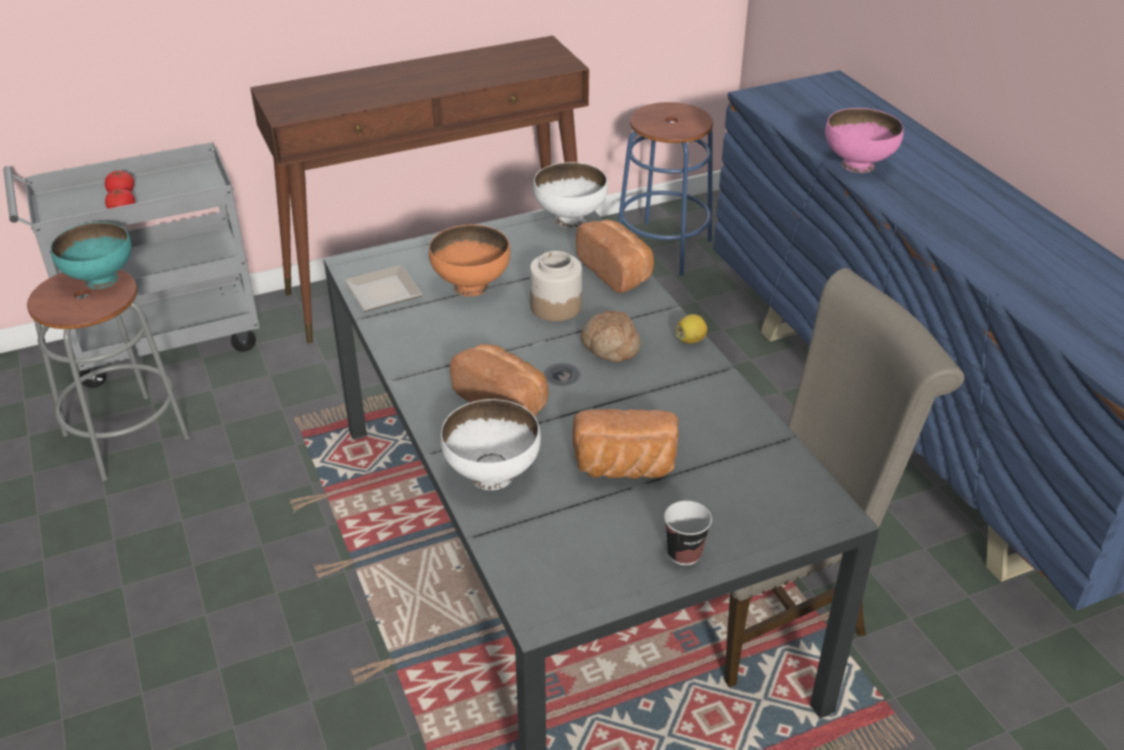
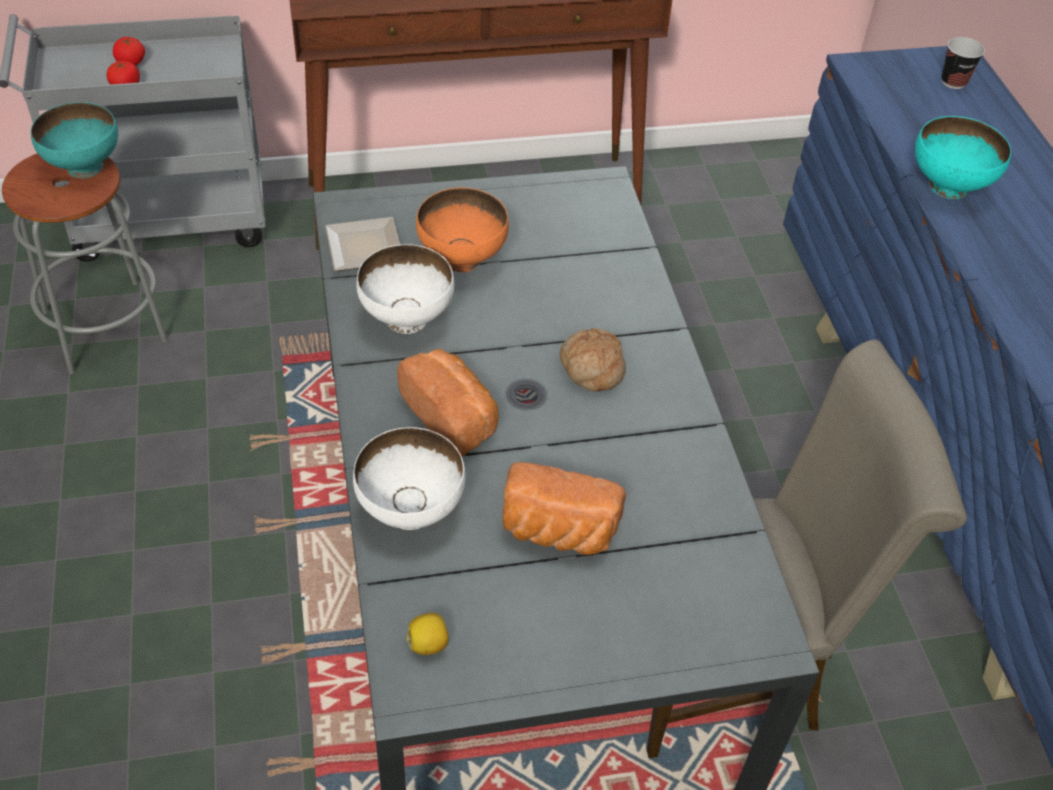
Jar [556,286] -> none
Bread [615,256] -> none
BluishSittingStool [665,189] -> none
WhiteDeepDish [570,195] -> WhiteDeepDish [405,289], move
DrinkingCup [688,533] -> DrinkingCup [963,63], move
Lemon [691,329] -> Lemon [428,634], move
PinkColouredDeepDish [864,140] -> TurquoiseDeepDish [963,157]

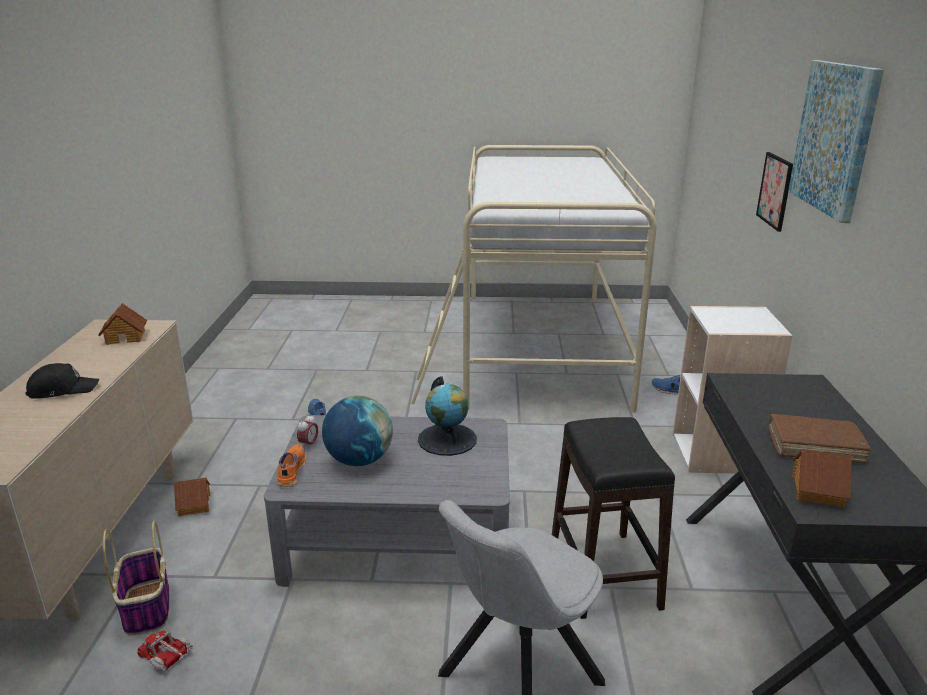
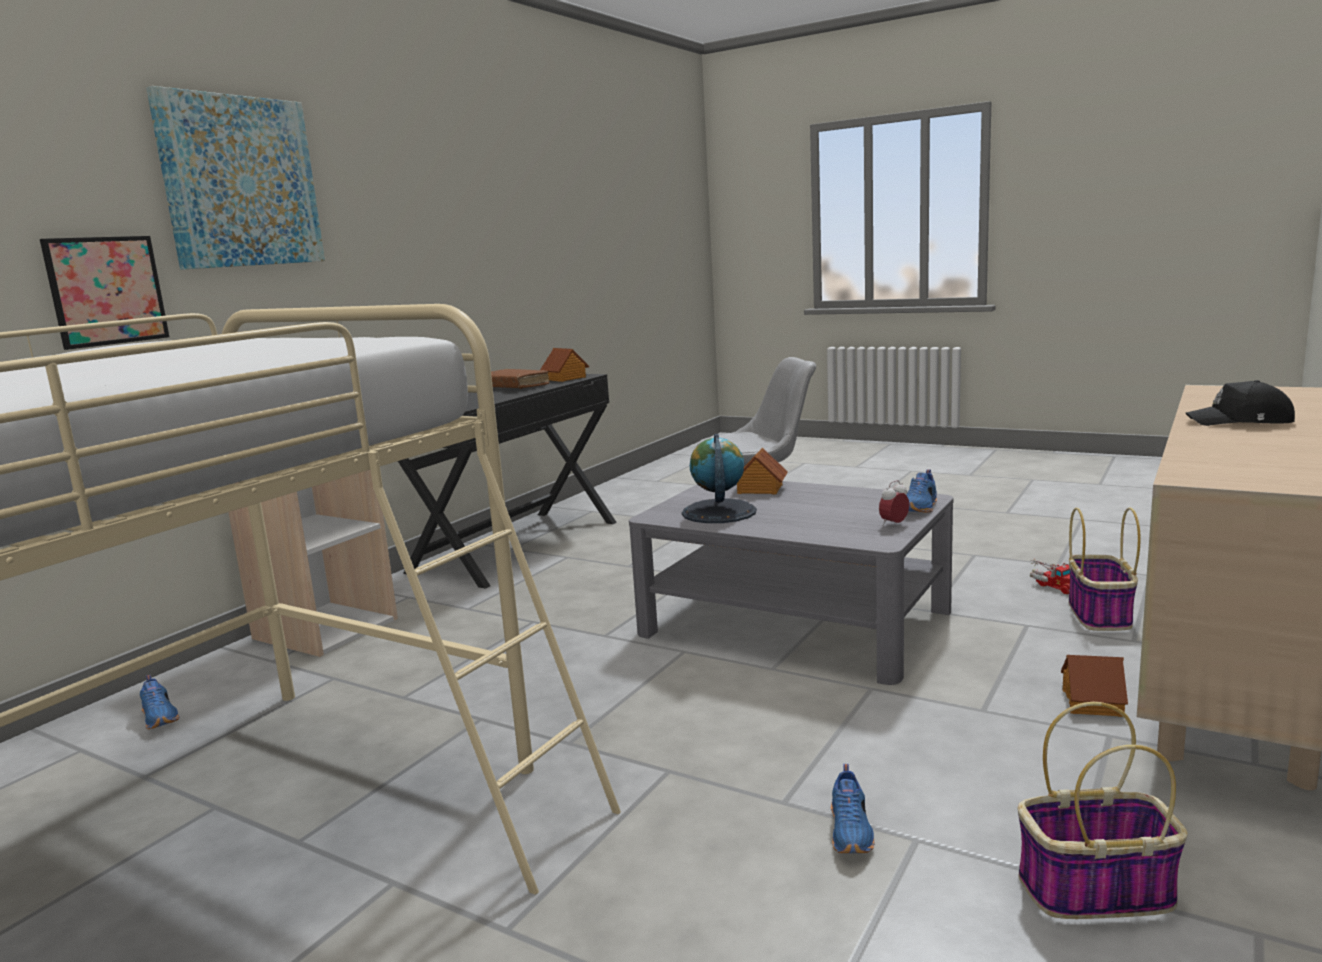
DeskGlobe [357,431] -> none
BlackishSittingStool [613,518] -> none
none -> StorageBasket [1103,810]
ToyHouse [122,324] -> ToyHouse [762,471], move
OrangeShoe [291,465] -> BluishShoe [921,491]

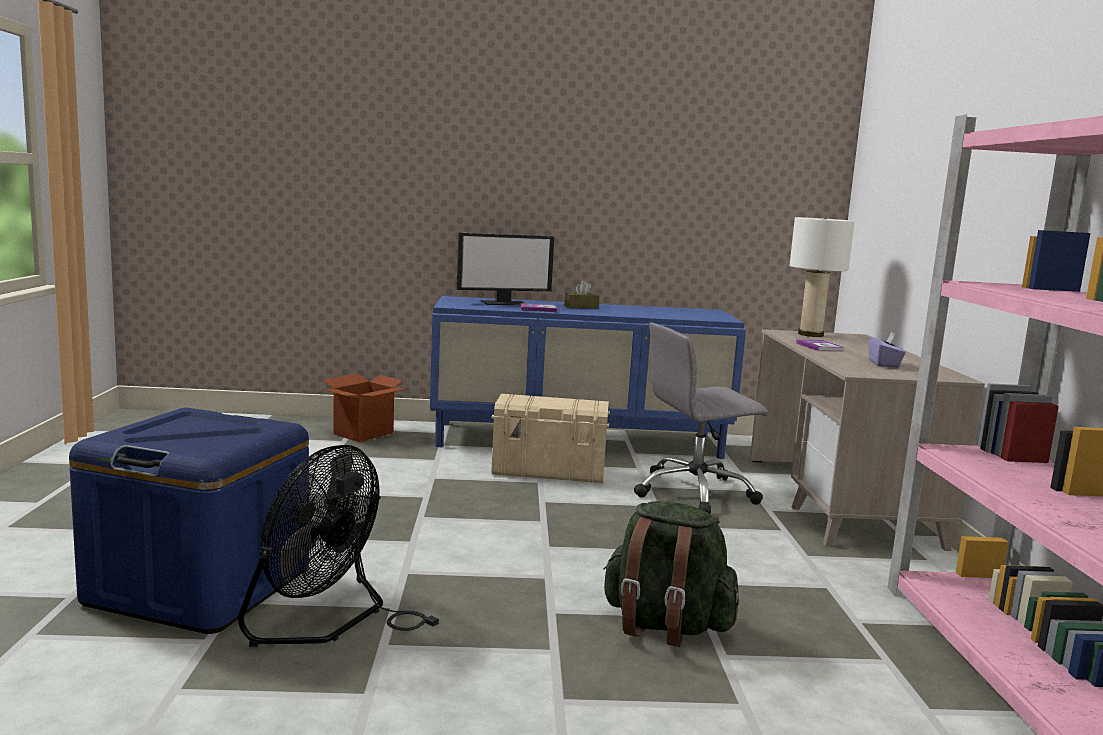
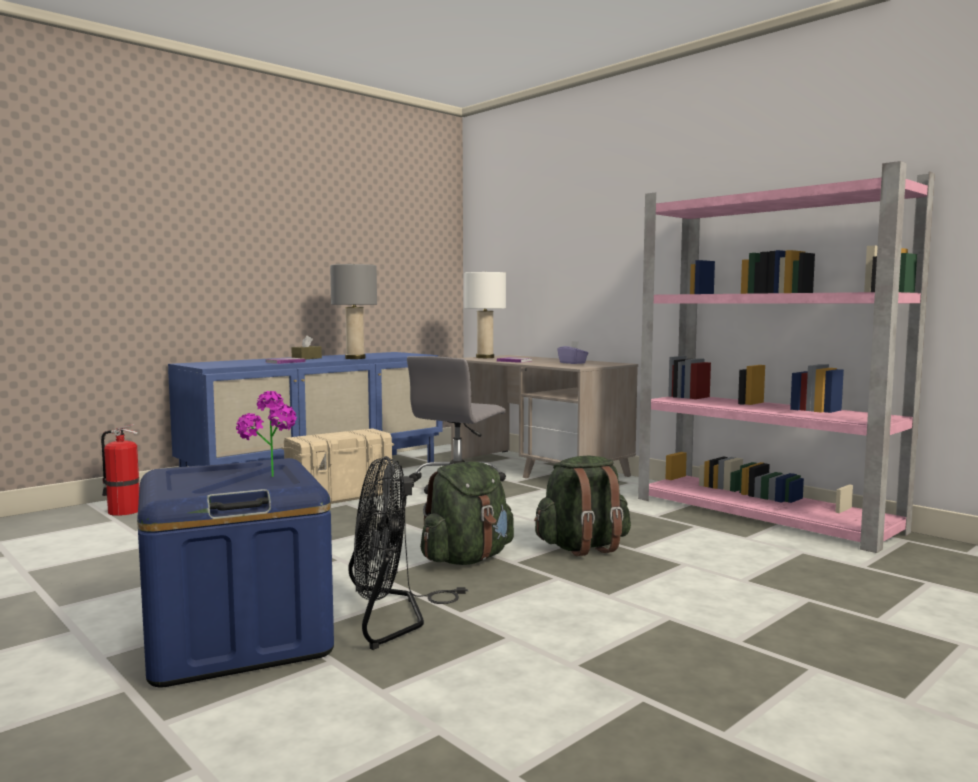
Monitor [505,269] -> none
none -> PottedPlant [266,434]
none -> GrayLampForATable [353,311]
none -> GreenColouredBackpack [467,513]
Carton [364,408] -> FireFightingCylinder [120,470]

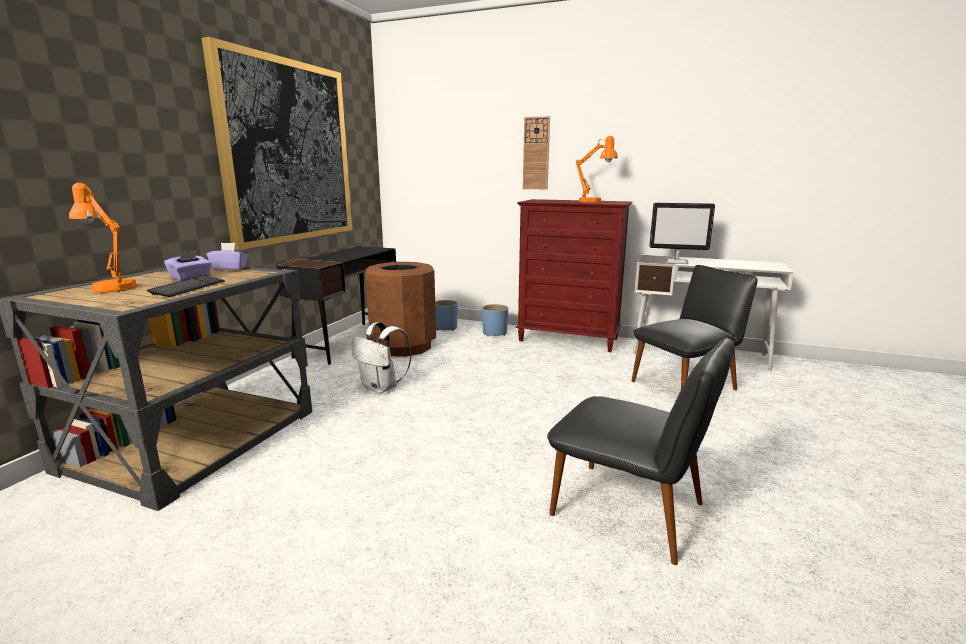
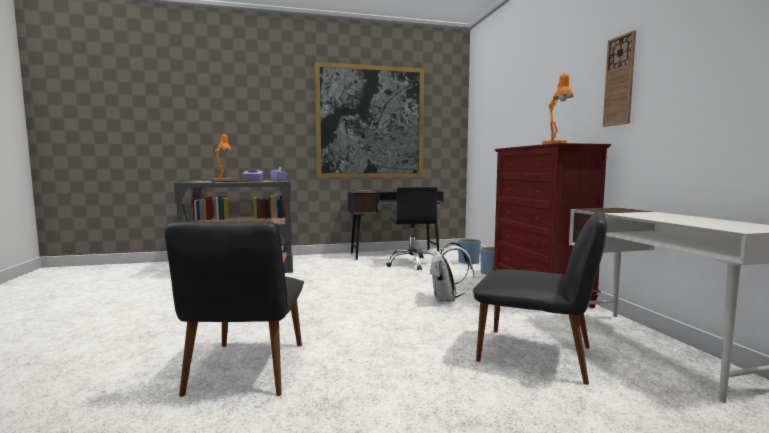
Monitor [682,233] -> none
WhiteBackpack [382,357] -> WhiteBackpack [452,272], move
ClockOnTheWall [536,152] -> ClockOnTheWall [619,78], move
BrownColouredWasteBin [400,309] -> BlackishDeskChair [412,228]

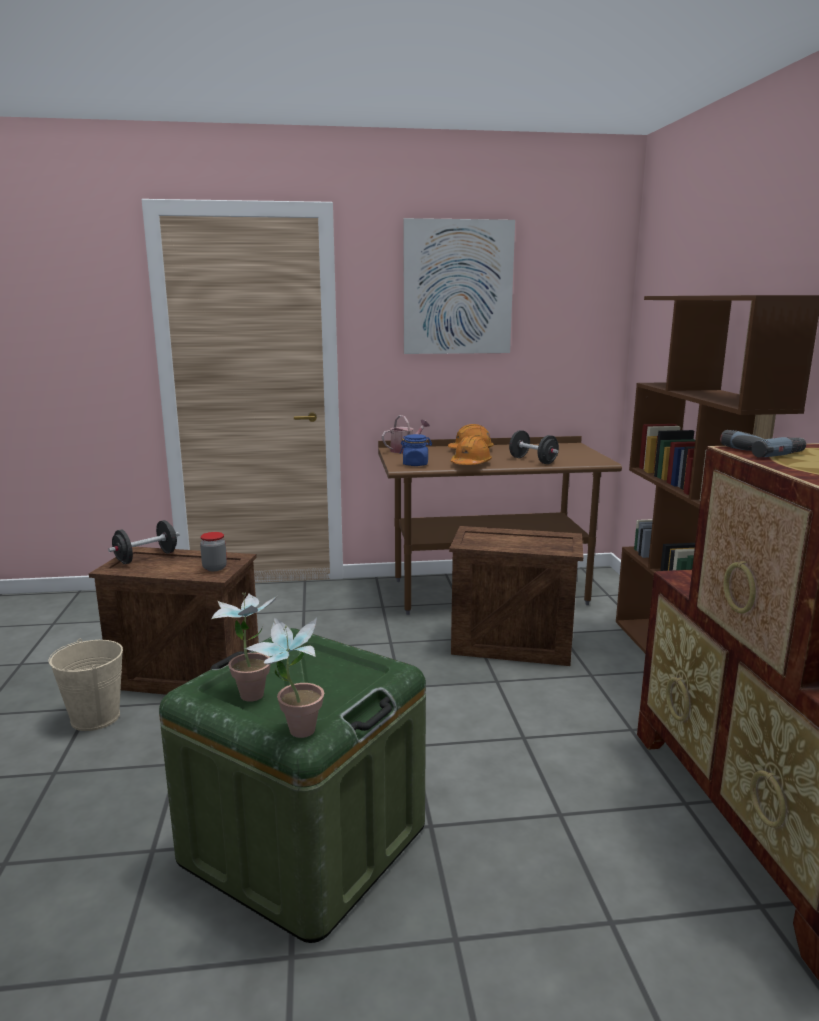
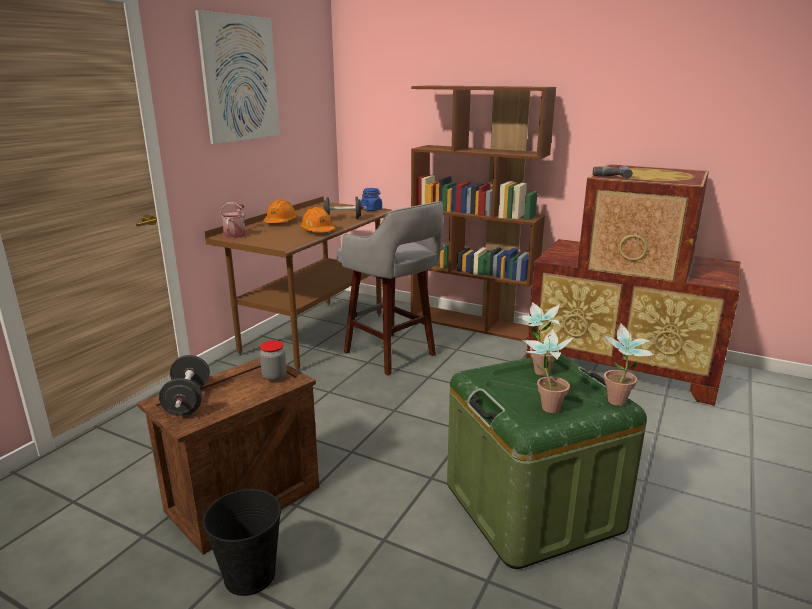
none -> PottedPlant [538,339]
BluishJar [416,450] -> BluishJar [371,199], move
ShippingCrate [516,596] -> GraySittingStool [390,288]
BeigeWaterBucket [86,685] -> BlackishWaterBucket [241,542]

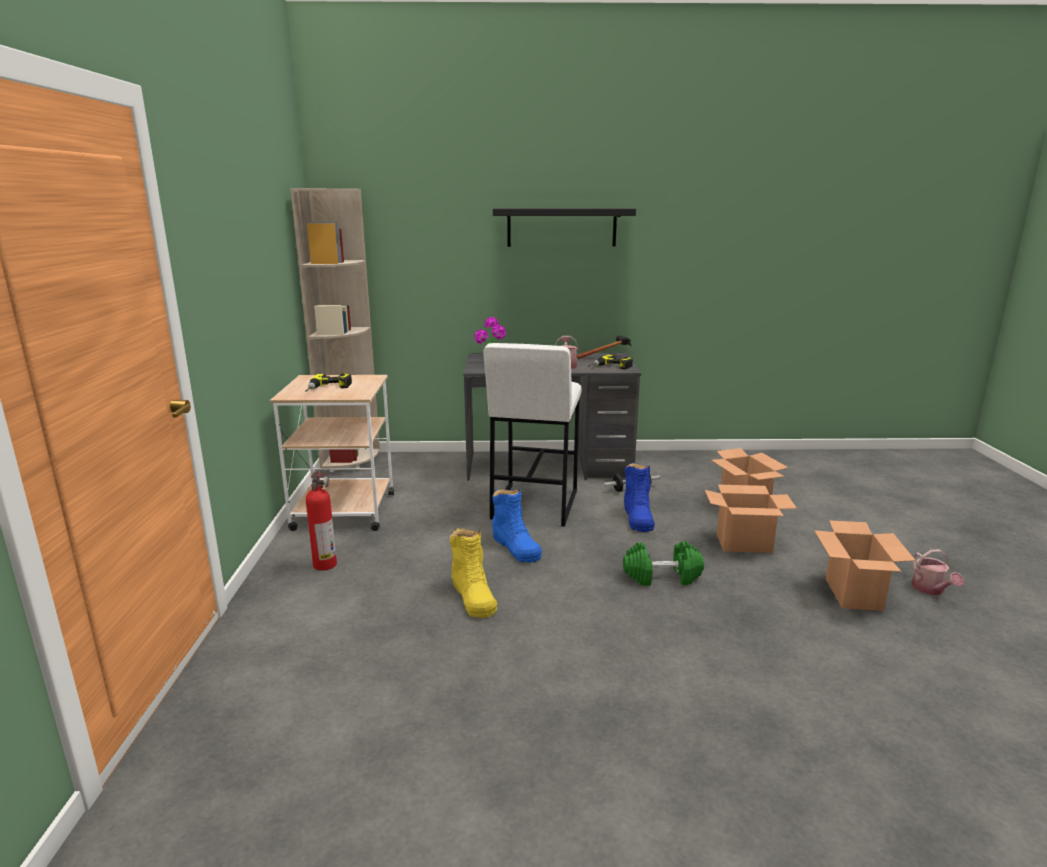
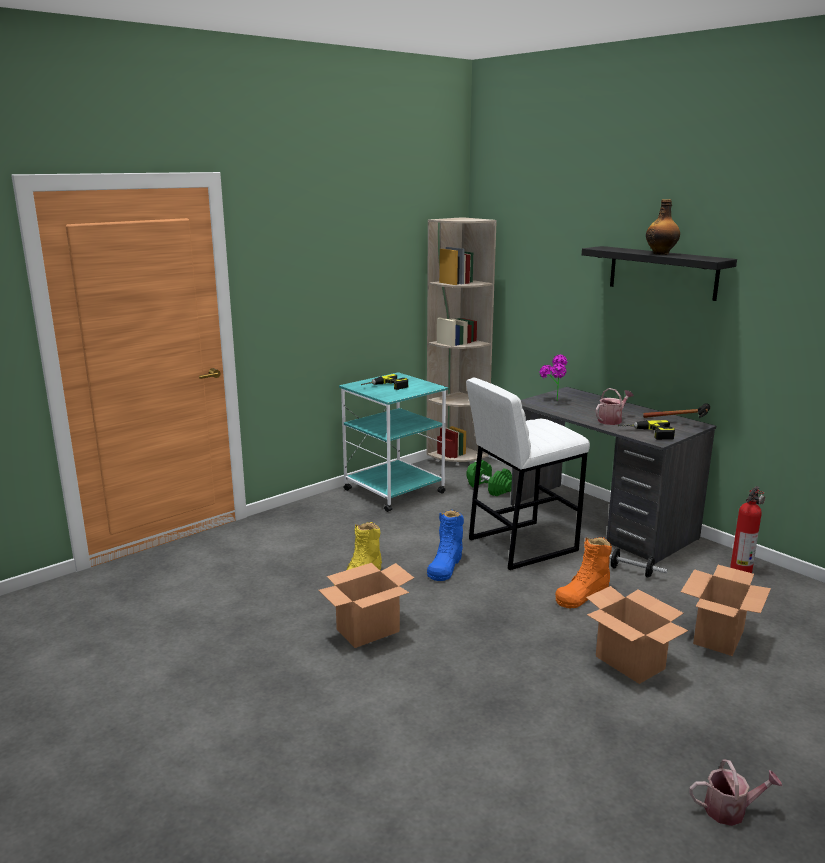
none -> Bottle [663,227]
FireFightingCylinder [321,520] -> FireFightingCylinder [747,529], move
GreenColouredDumbbell [663,564] -> GreenColouredDumbbell [489,478], move
Carton [865,565] -> Carton [366,605], move
BeigeCart [332,453] -> TurquoiseCart [393,442]
BluishTallBoot [639,497] -> OrangeTallBoot [583,572]
SprinklingCan [937,572] -> SprinklingCan [735,793], 135 degrees counterclockwise

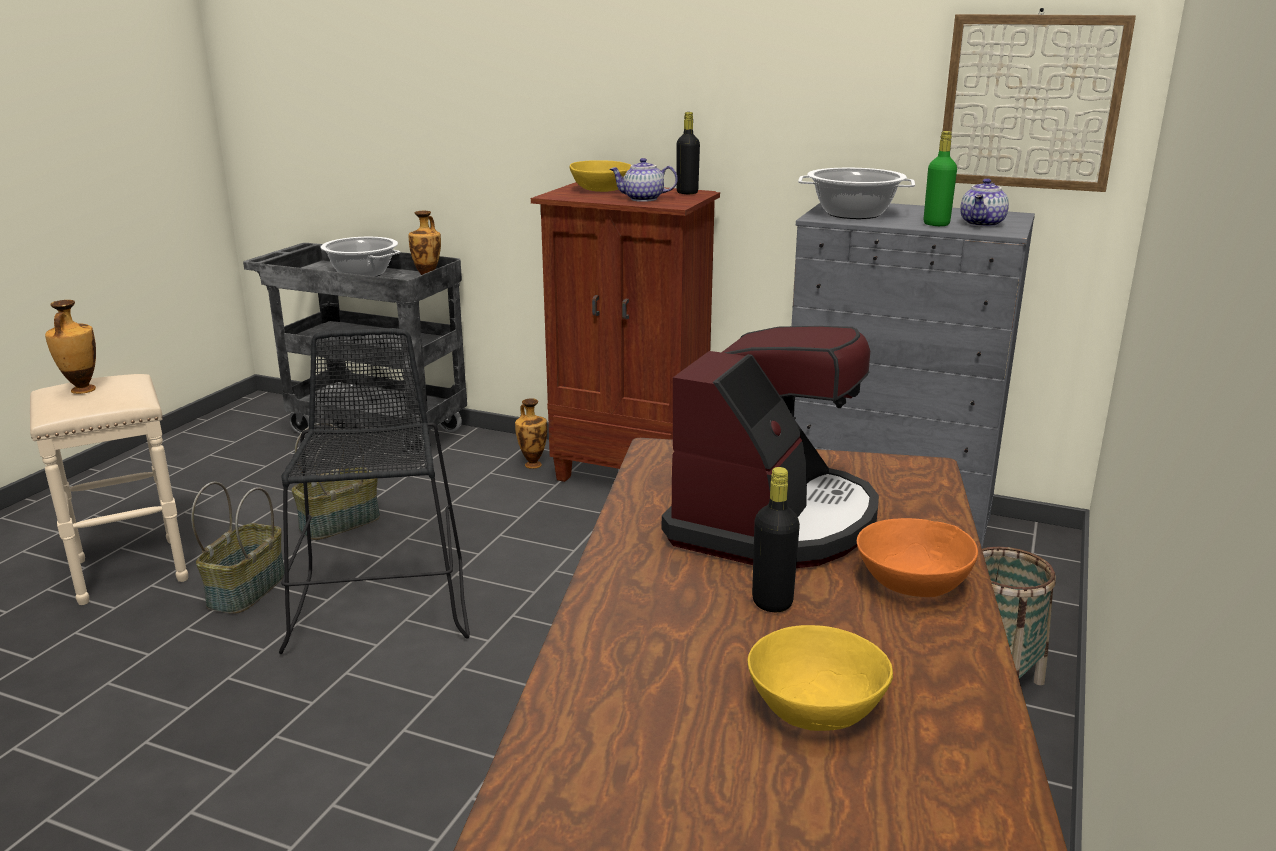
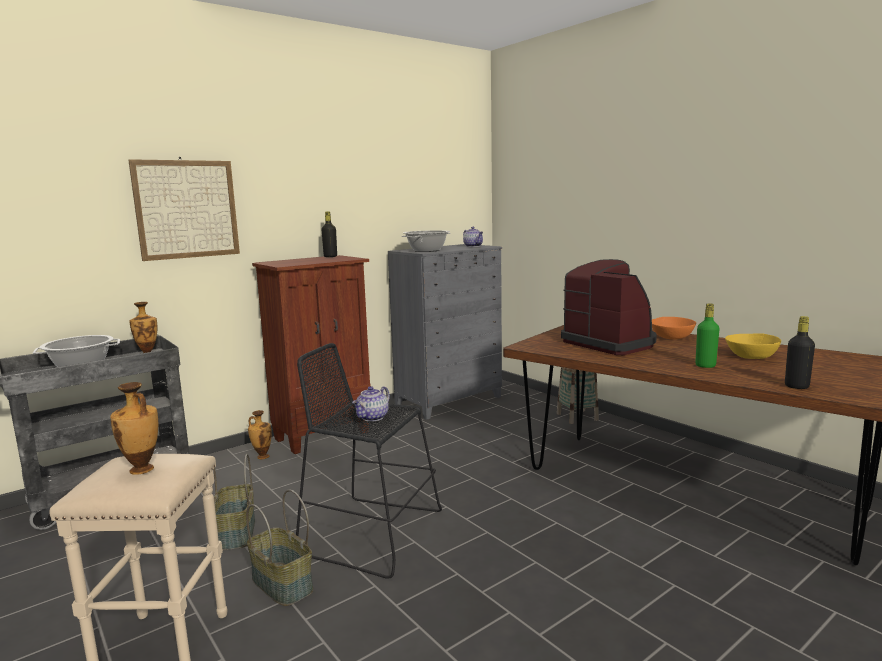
YellowishDeepDish [600,176] -> none
PotForTea [644,180] -> PotForTea [371,404], move
BlackishBottle [776,539] -> BlackishBottle [800,352], move
GreenColouredBottle [940,178] -> GreenColouredBottle [707,335], move
WallPicture [1039,100] -> WallPicture [184,209], move

